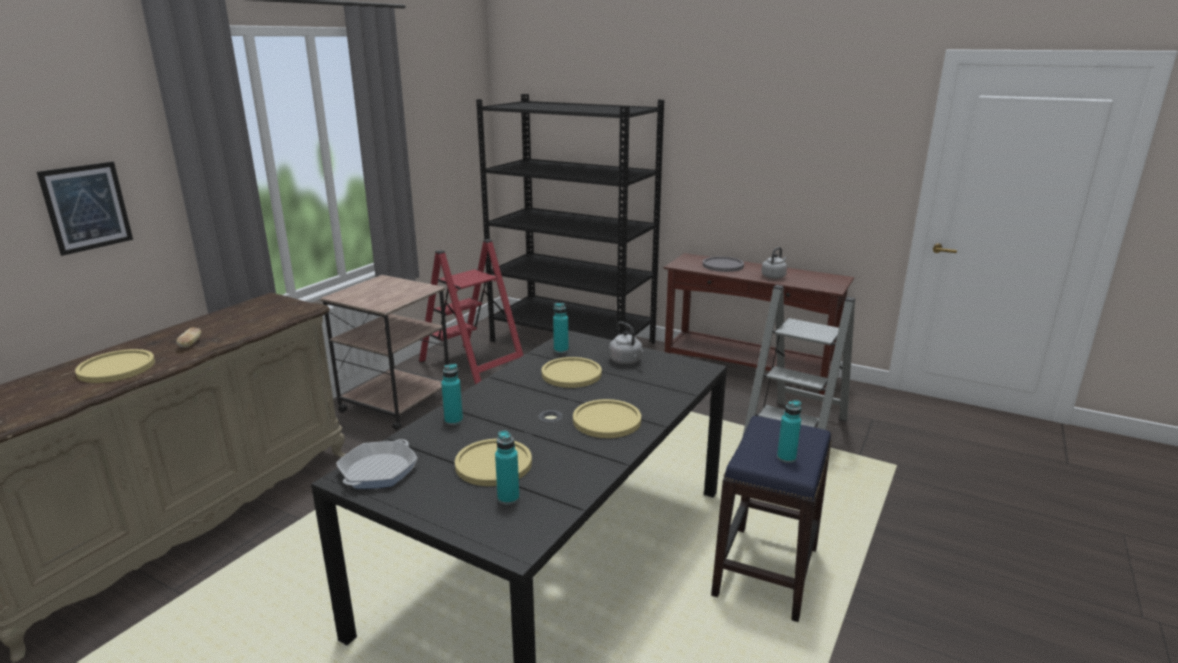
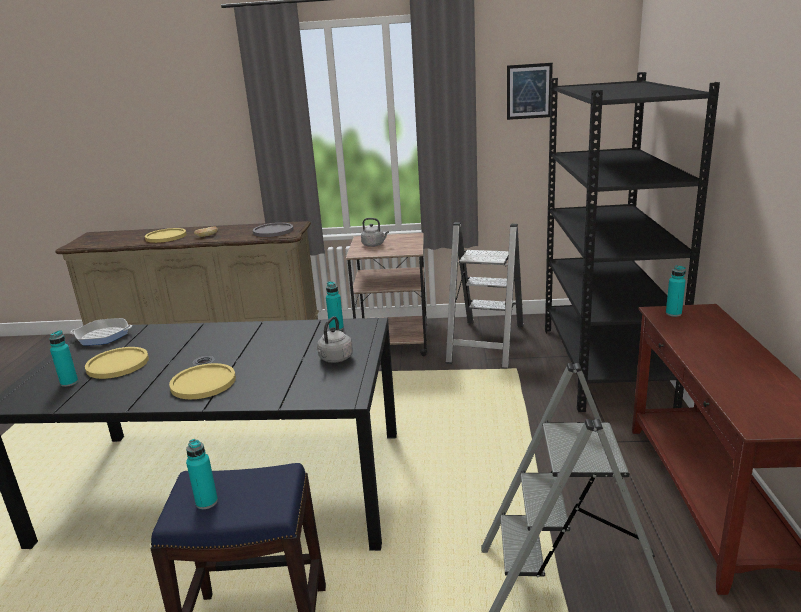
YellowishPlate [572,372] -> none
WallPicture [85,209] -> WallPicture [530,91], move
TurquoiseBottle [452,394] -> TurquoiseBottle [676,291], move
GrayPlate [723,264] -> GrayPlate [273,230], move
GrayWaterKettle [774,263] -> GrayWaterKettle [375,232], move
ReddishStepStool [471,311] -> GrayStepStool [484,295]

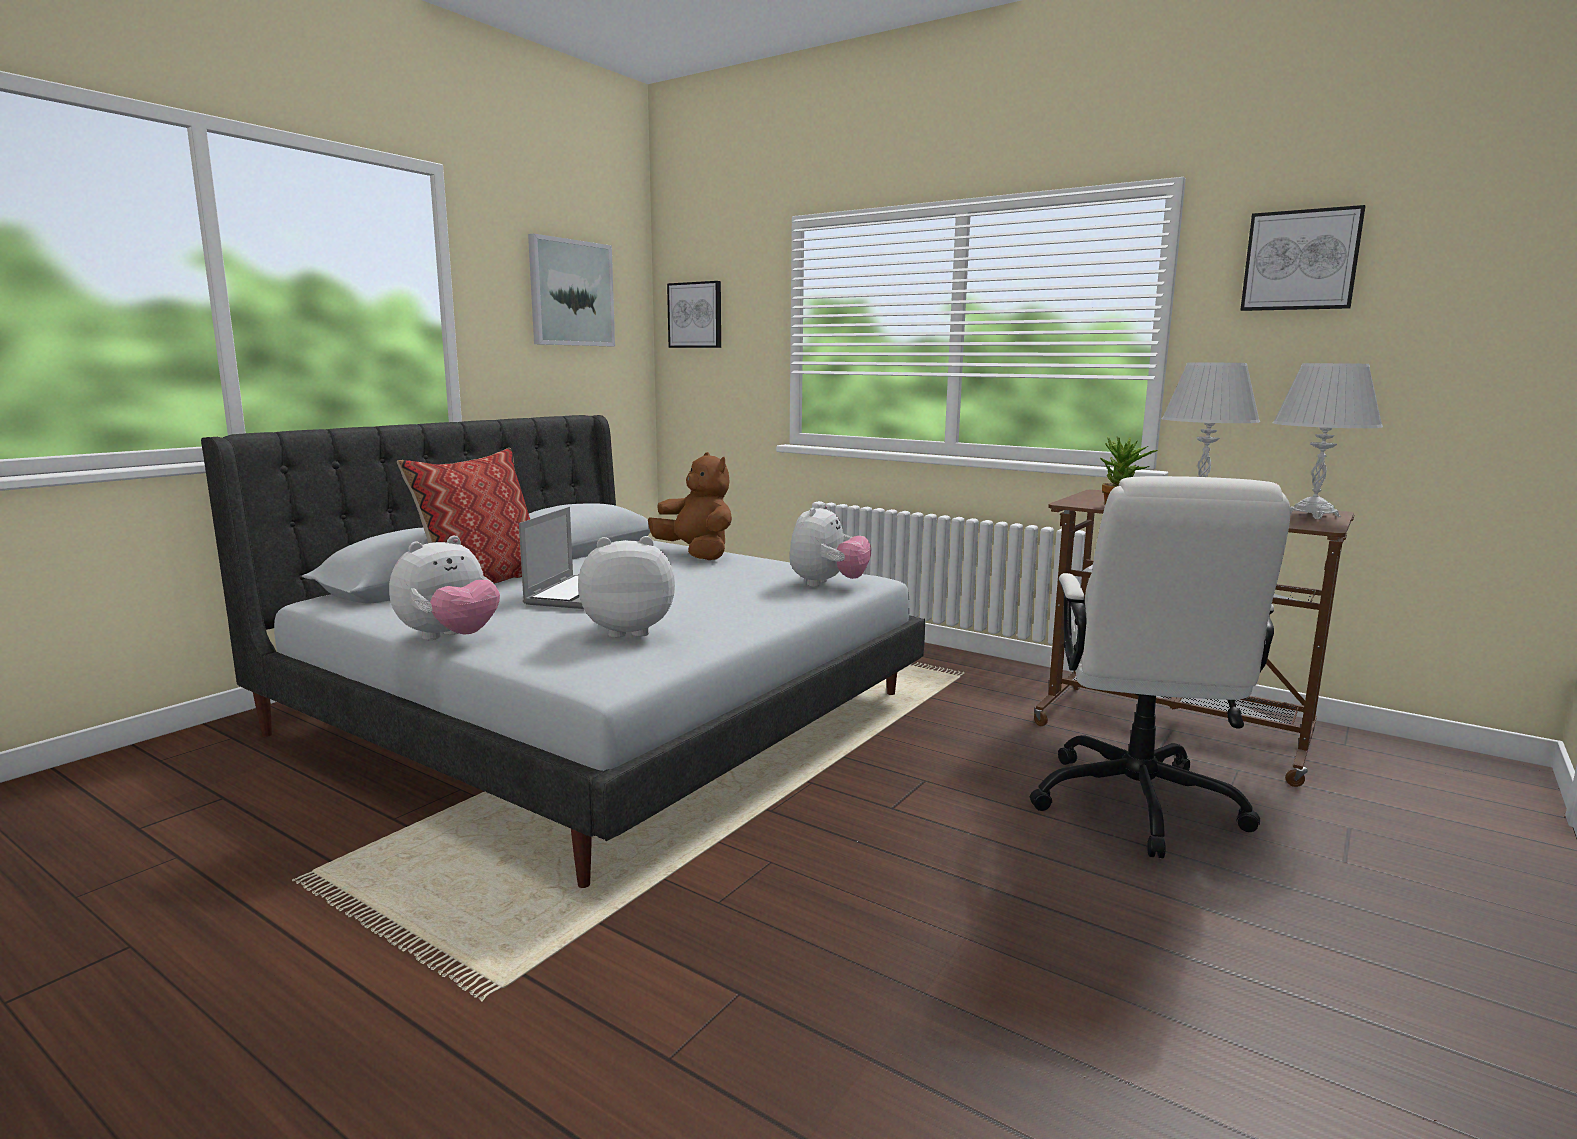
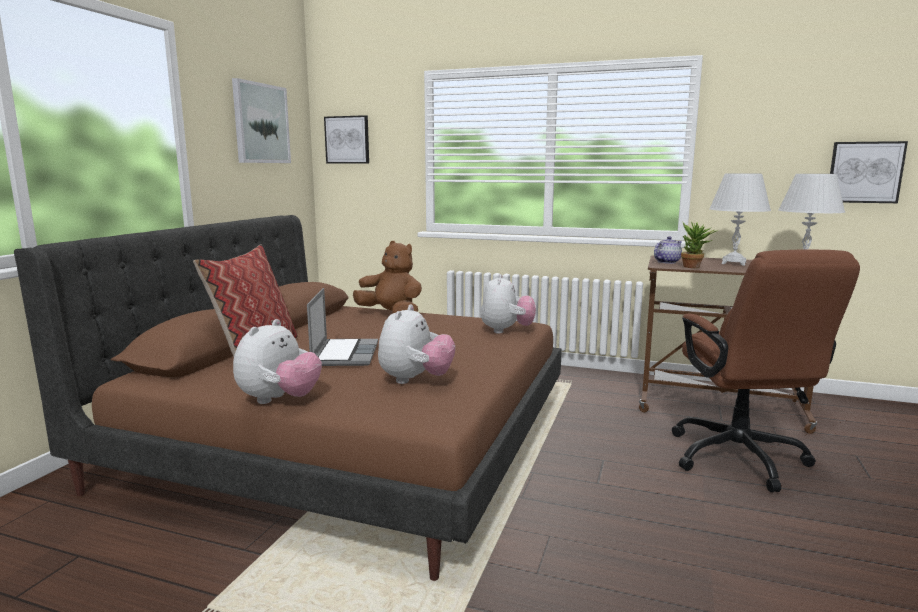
none -> PotForTea [668,250]
WallPicture [1302,258] -> WallPicture [869,172], move
GrayBed [563,651] -> BrownColouredBed [287,398]
WhiteDeskChair [1160,667] -> BrownColouredDeskChair [766,371]
SoftToy [626,587] -> SoftToy [416,344], 135 degrees clockwise

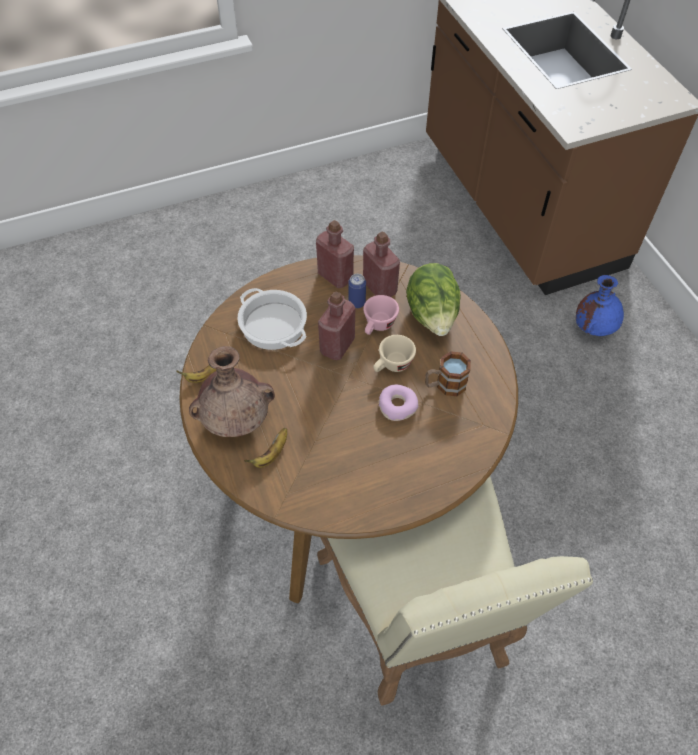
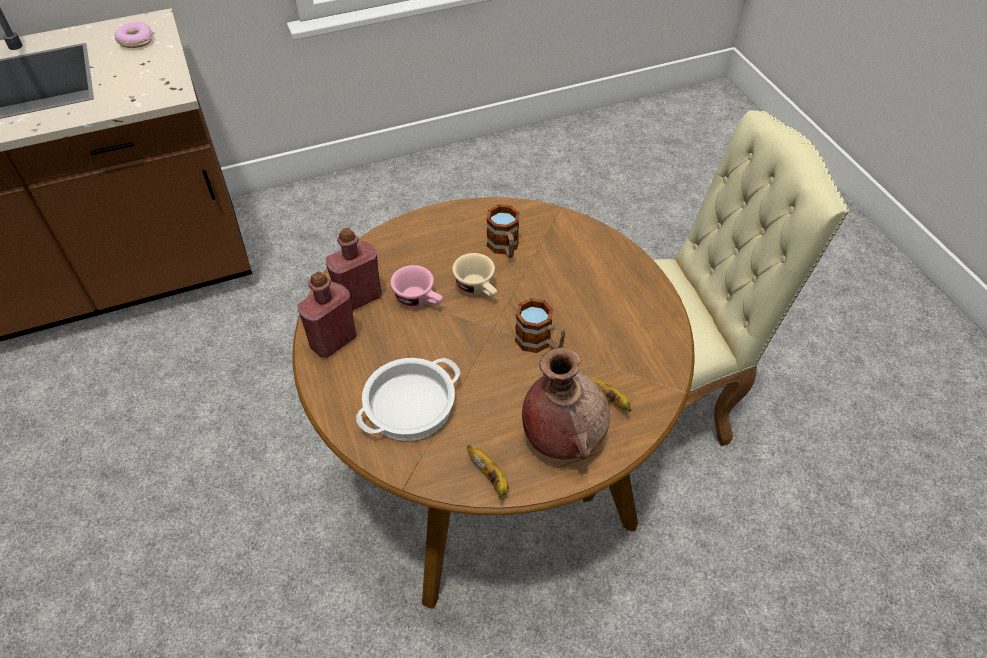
ReddishBottle [336,325] -> none
Can [357,291] -> none
LettuceHead [433,299] -> none
BluishDecorativeVase [600,305] -> none
none -> TeaMug [540,325]
Donut [398,402] -> Donut [133,35], move

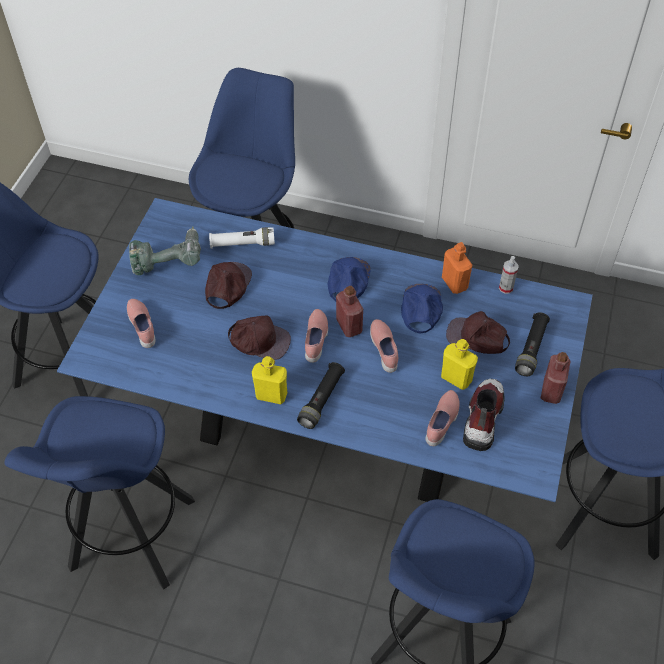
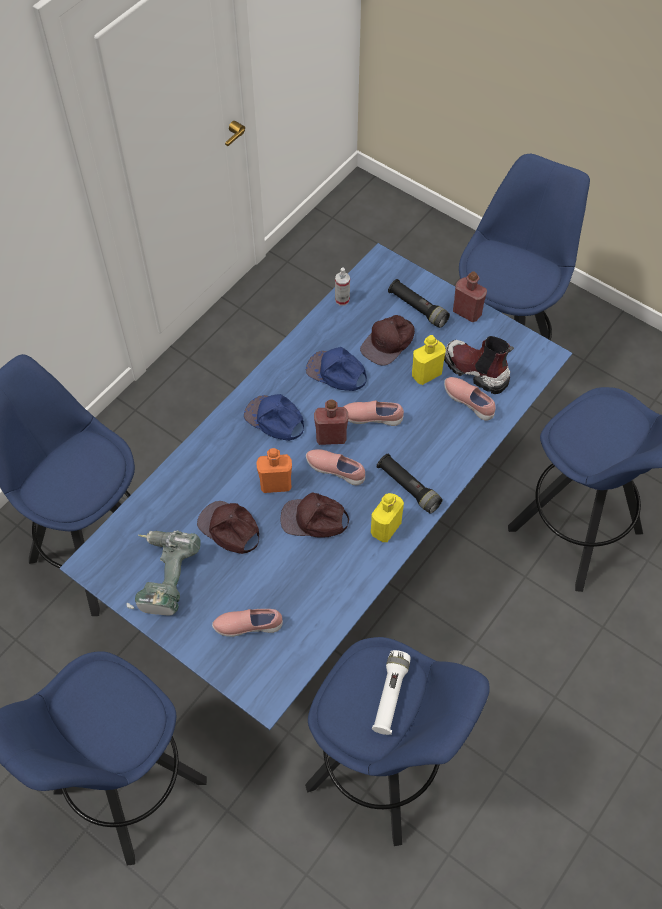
WhiteTorch [242,238] -> WhiteTorch [391,692], move
OrangeBottle [457,268] -> OrangeBottle [274,470], move
BrownColouredCap [259,337] -> BrownColouredCap [314,515], 120 degrees counterclockwise

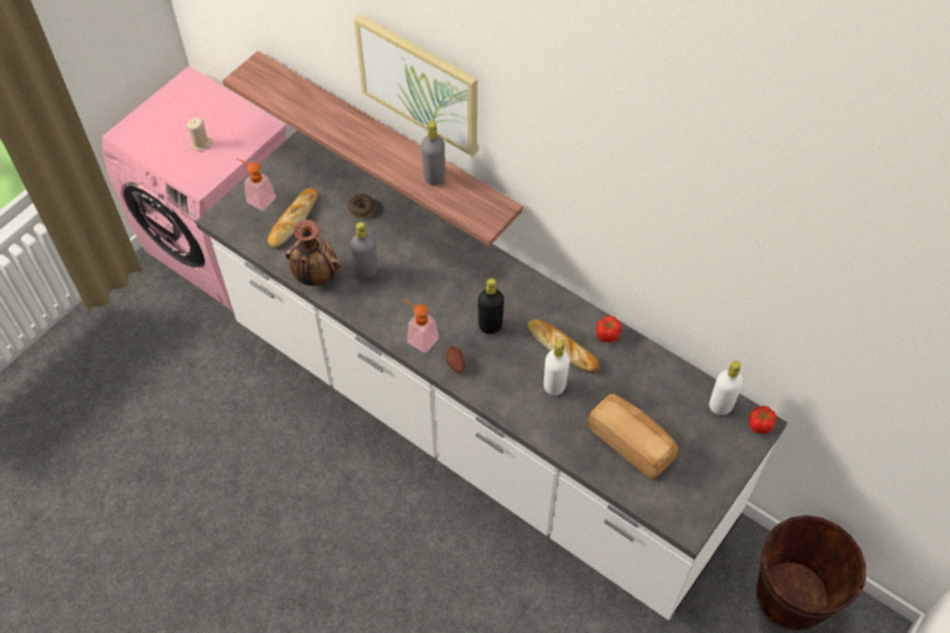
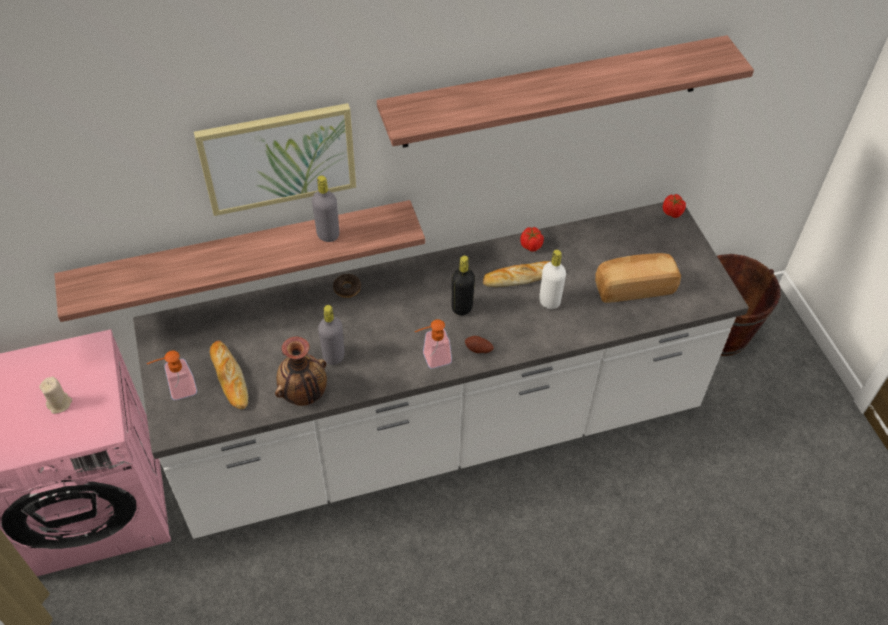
WhiteBottle [726,388] -> none
none -> BracketShelf [565,91]
Donut [361,206] -> Donut [347,286], move

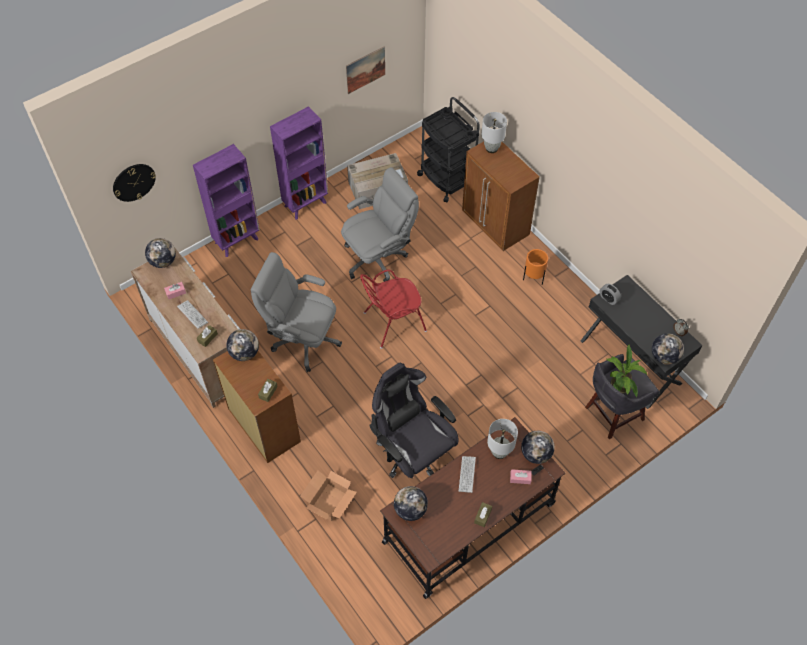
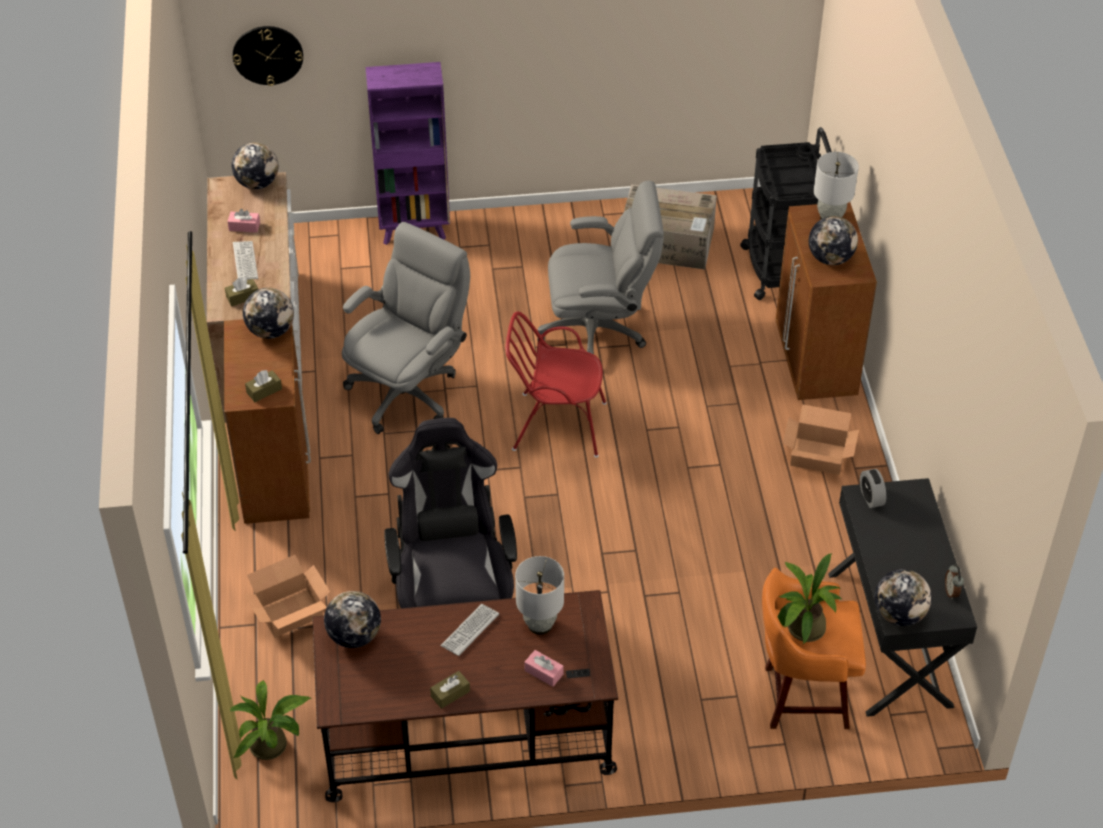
PurplishShelvingUnit [299,163] -> none
WallPicture [365,70] -> none
none -> PottedPlant [271,720]
DeskGlobe [538,447] -> DeskGlobe [833,240], move
OrangePlantPot [535,267] -> Carton [821,439]
GraySittingStool [622,396] -> OrangeSittingStool [814,648]
GrayDeskChair [296,312] -> GrayDeskChair [406,328], 75 degrees clockwise

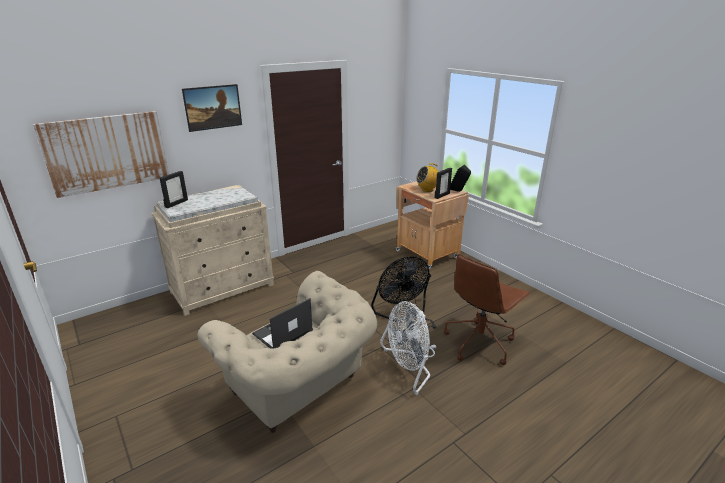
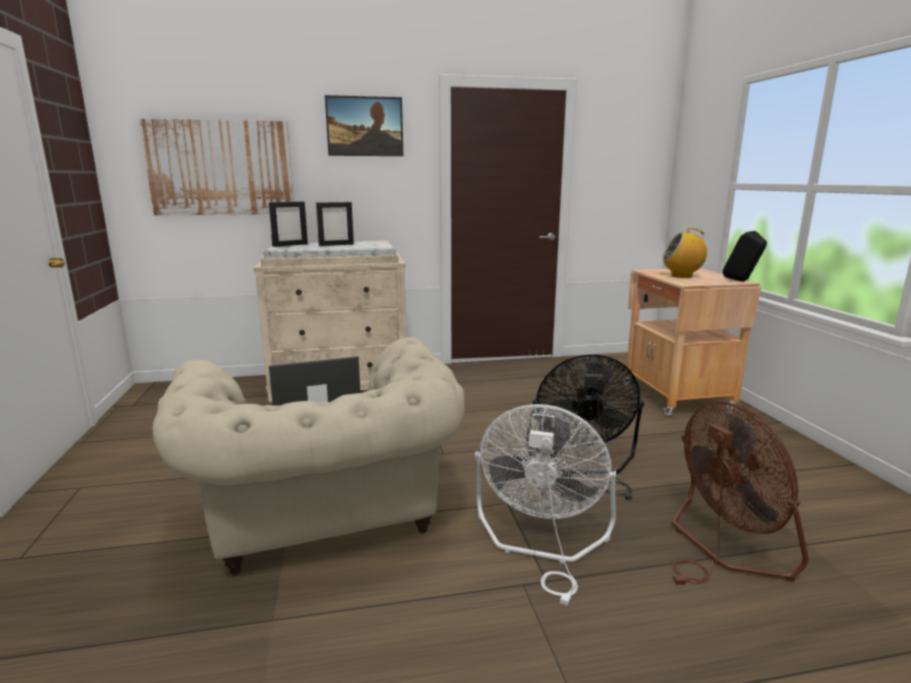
StandingFrame [443,183] -> StandingFrame [335,224], move
BrownColouredDeskChair [487,309] -> BrownColouredElectricFan [740,493]
WhiteElectricFan [408,348] -> WhiteElectricFan [545,505], 105 degrees clockwise

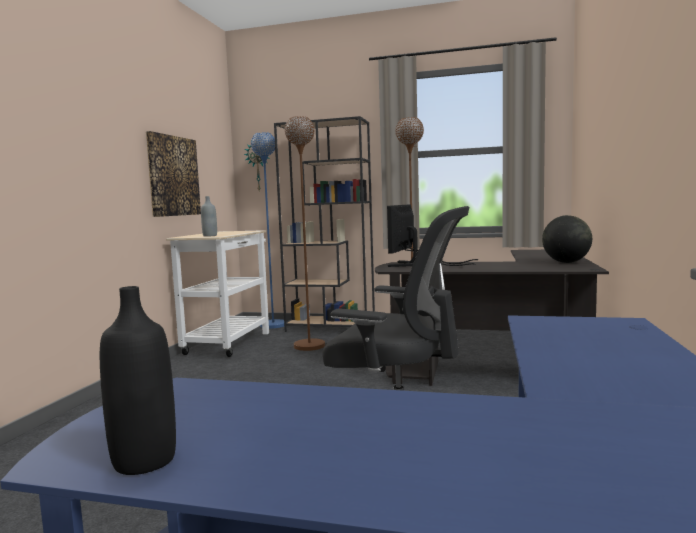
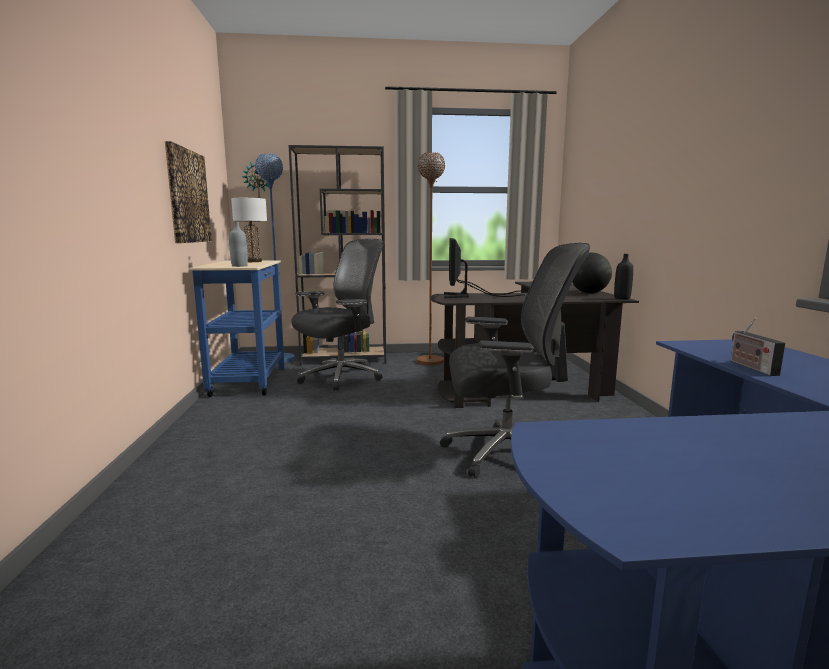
none -> LampForATable [249,230]
none -> RadioReceiver [758,347]
BlackishBottle [138,380] -> BlackishBottle [623,276], move
BrownColouredStandingLamp [305,233] -> DeskChair [337,315]
WhiteCart [217,293] -> BluishCart [237,328]

